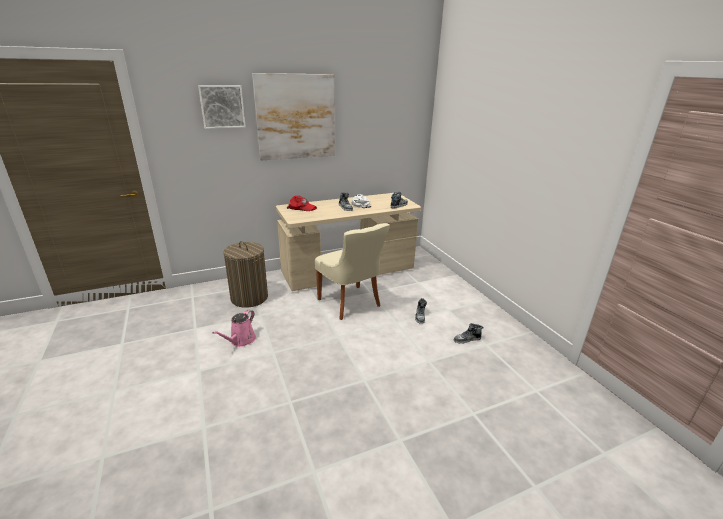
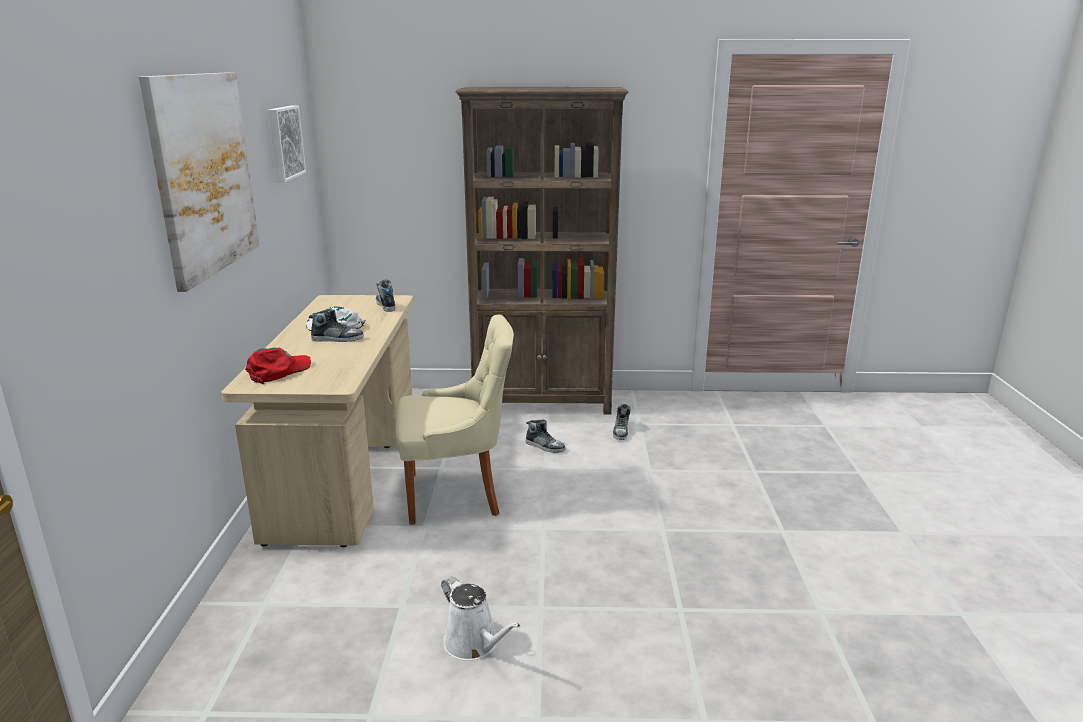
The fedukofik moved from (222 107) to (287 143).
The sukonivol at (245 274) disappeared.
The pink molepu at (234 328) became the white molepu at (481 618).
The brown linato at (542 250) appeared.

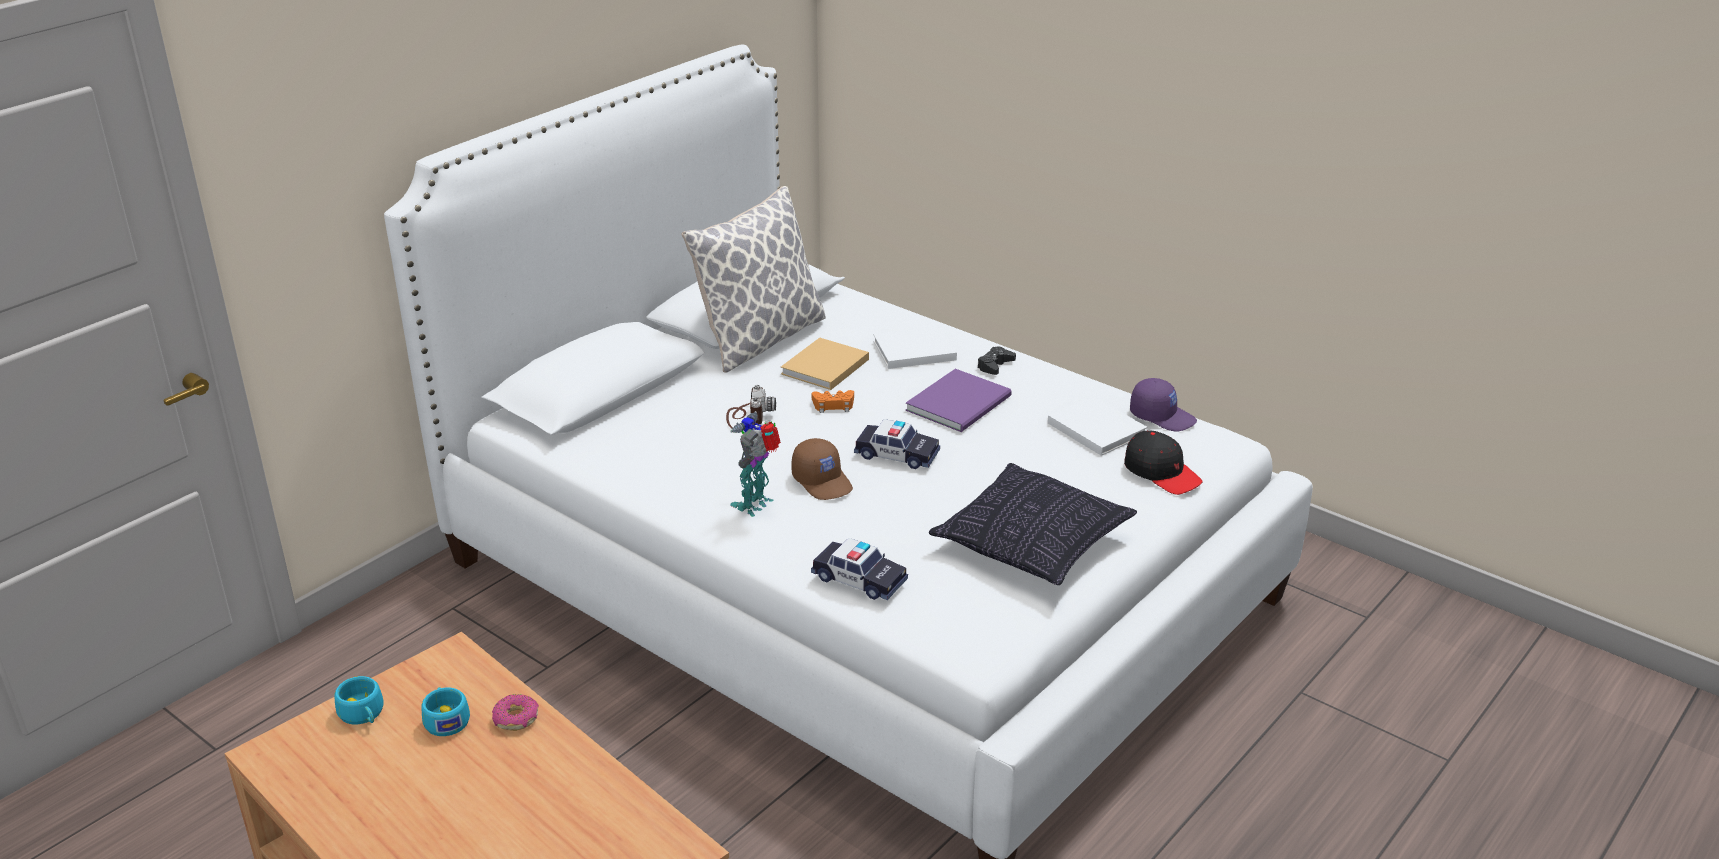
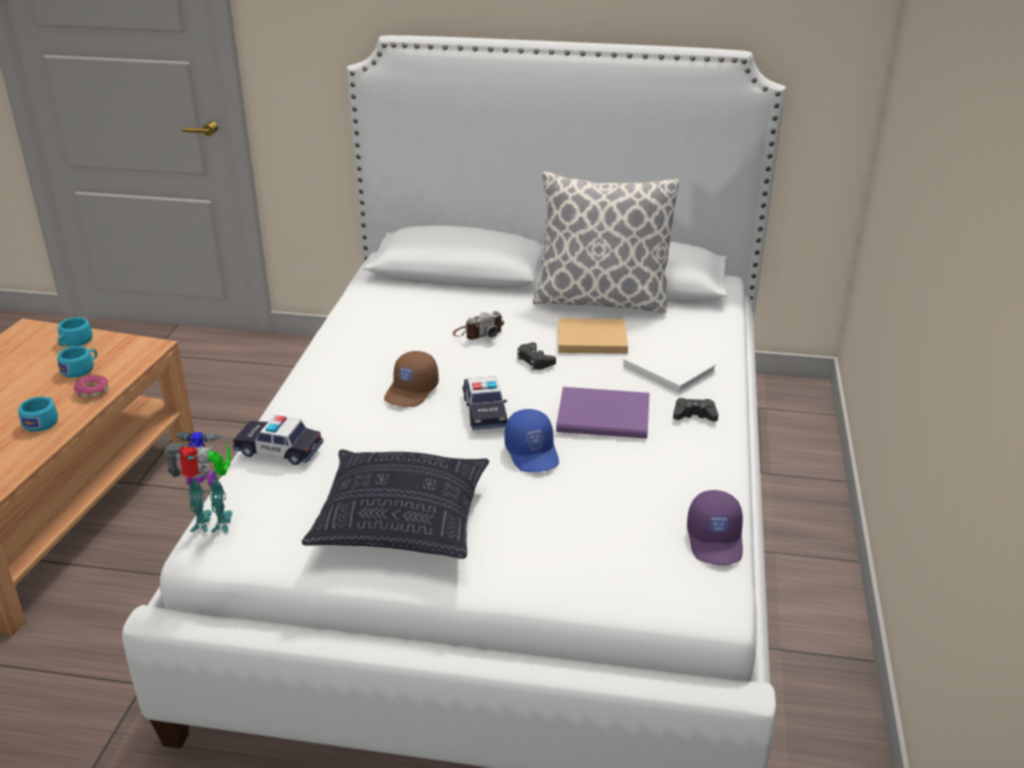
The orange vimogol at (833 401) became the black vimogol at (536 356).
The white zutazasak at (1097 426) disappeared.
The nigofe moved from (755 464) to (198 482).
The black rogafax at (1163 462) disappeared.
The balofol at (859 569) turned 105 degrees clockwise.
The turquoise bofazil at (38 414) appeared.
The blue rogafax at (531 440) appeared.

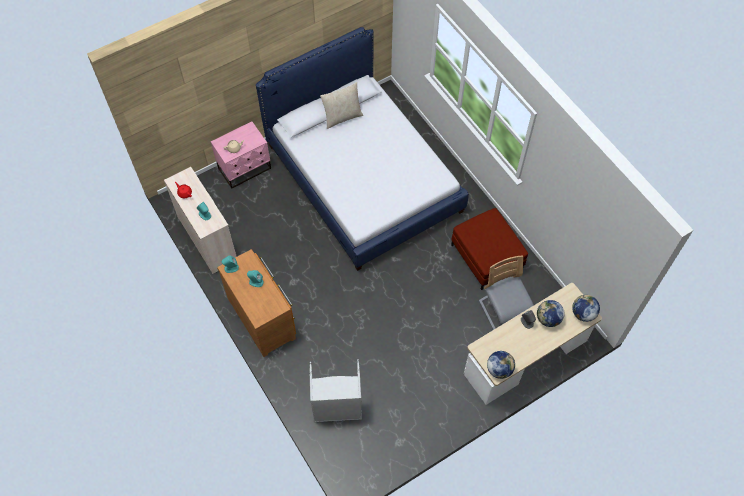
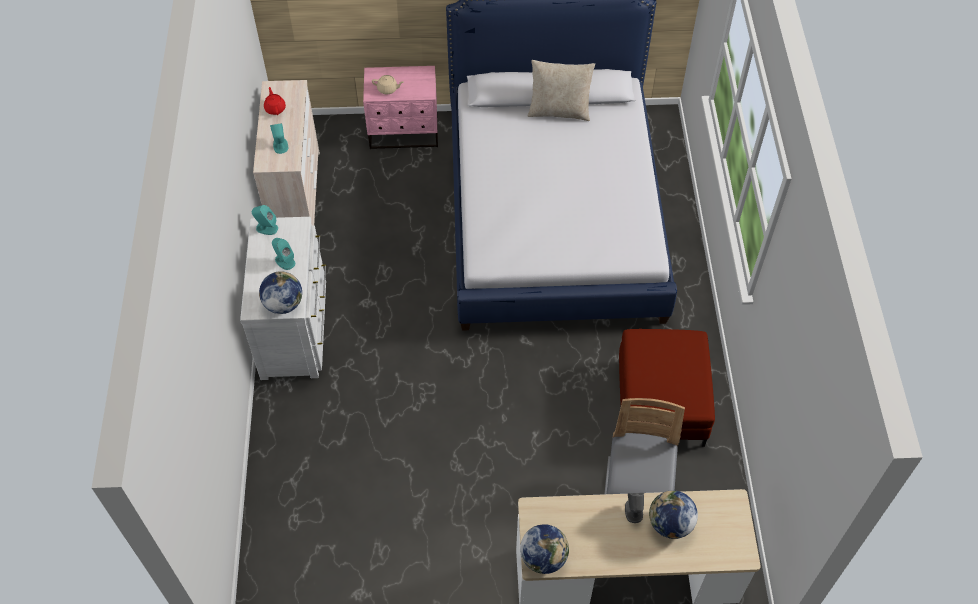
The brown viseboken at (256 303) became the white viseboken at (283 298).
The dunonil moved from (586 308) to (280 292).
The grey sukonivol at (336 390) disappeared.

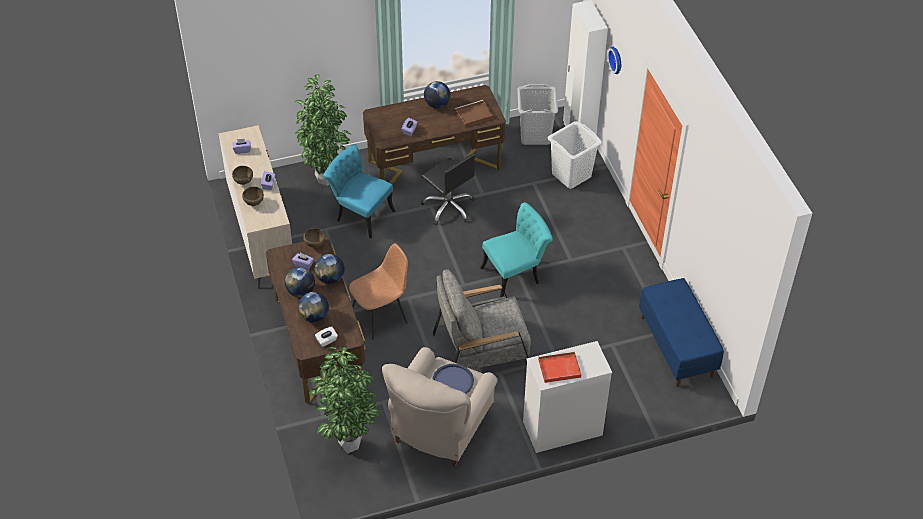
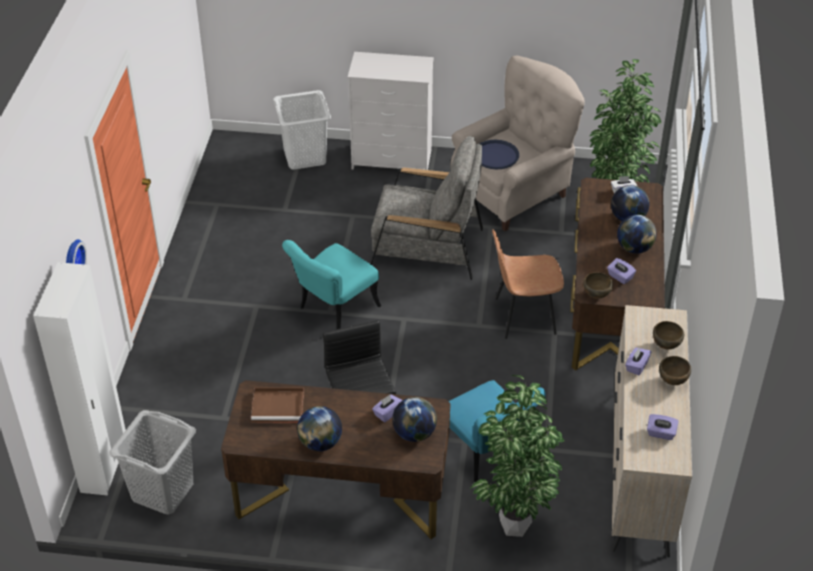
The white sukonivol moved from (575 155) to (302 130).
The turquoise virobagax at (516 250) turned 45 degrees counterclockwise.
The dunonil moved from (330 269) to (414 419).
The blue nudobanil at (681 332) disappeared.
The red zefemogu at (560 367) disappeared.

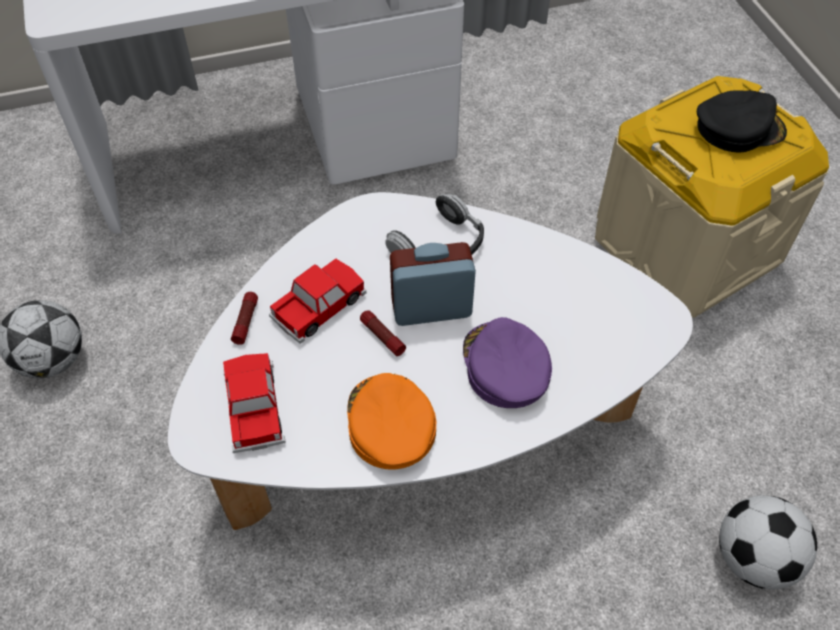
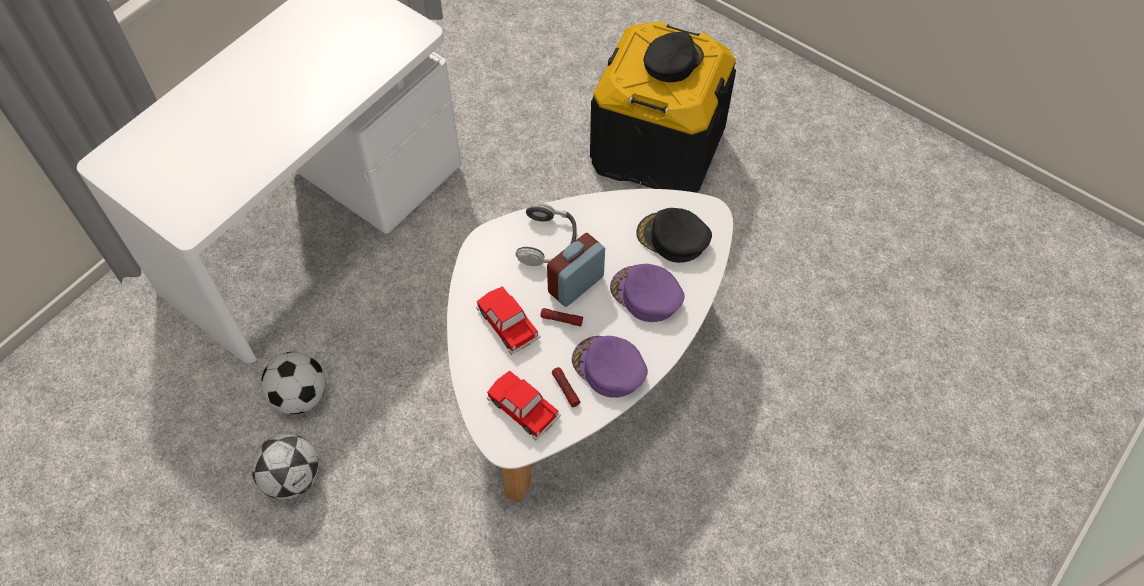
The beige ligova at (712 197) became the black ligova at (663 107).
The balofol at (317 301) turned 45 degrees counterclockwise.
The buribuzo moved from (244 318) to (566 387).
The orange rogafax at (391 421) became the purple rogafax at (610 367).
The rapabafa moved from (768 542) to (293 383).
The black rogafax at (674 235) appeared.

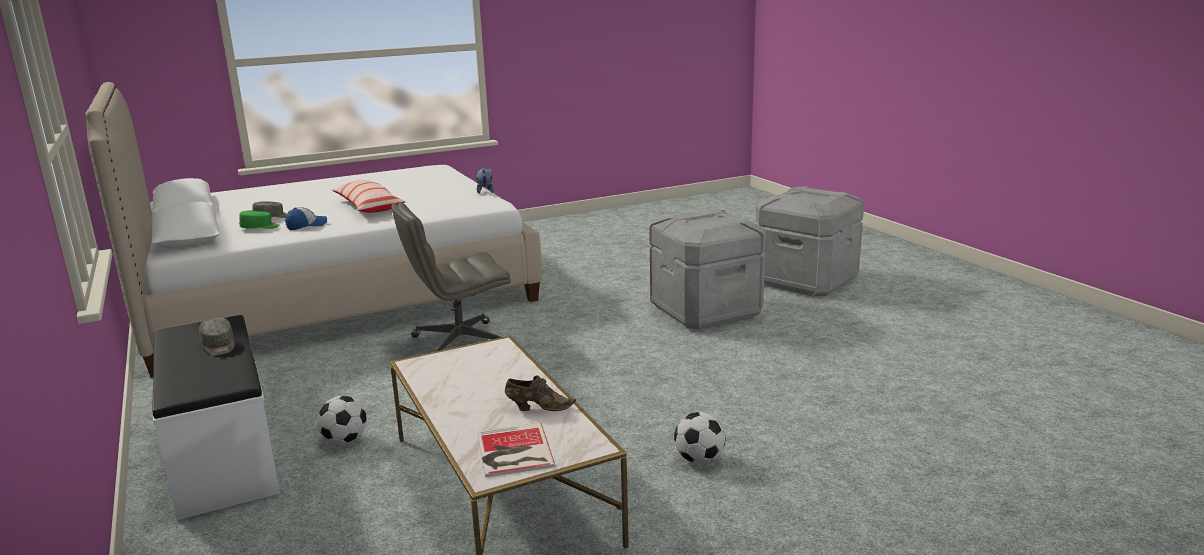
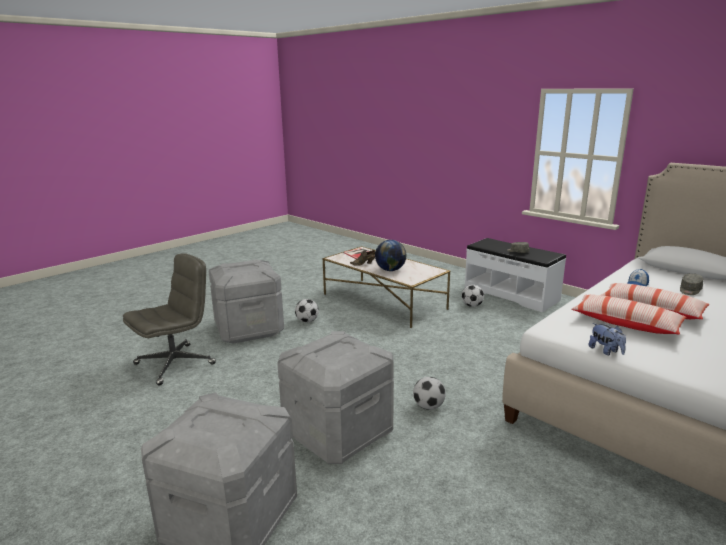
The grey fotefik moved from (451 277) to (169 319).
The green rogafax at (259 219) disappeared.
The dunonil at (391 255) appeared.
The grey ligova at (246 301) appeared.
The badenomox at (629 314) appeared.
The rapabafa at (429 393) appeared.

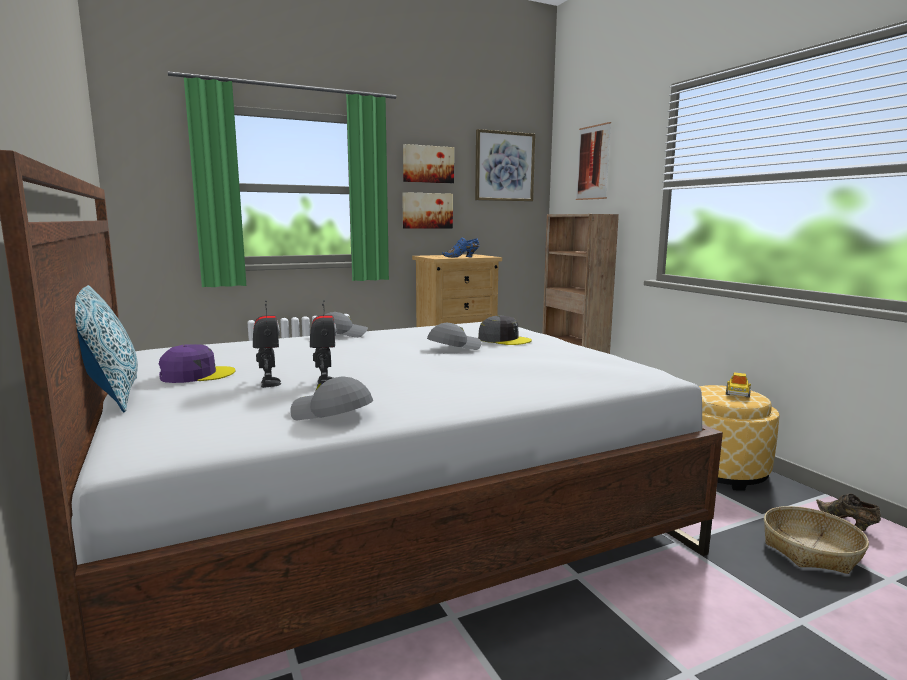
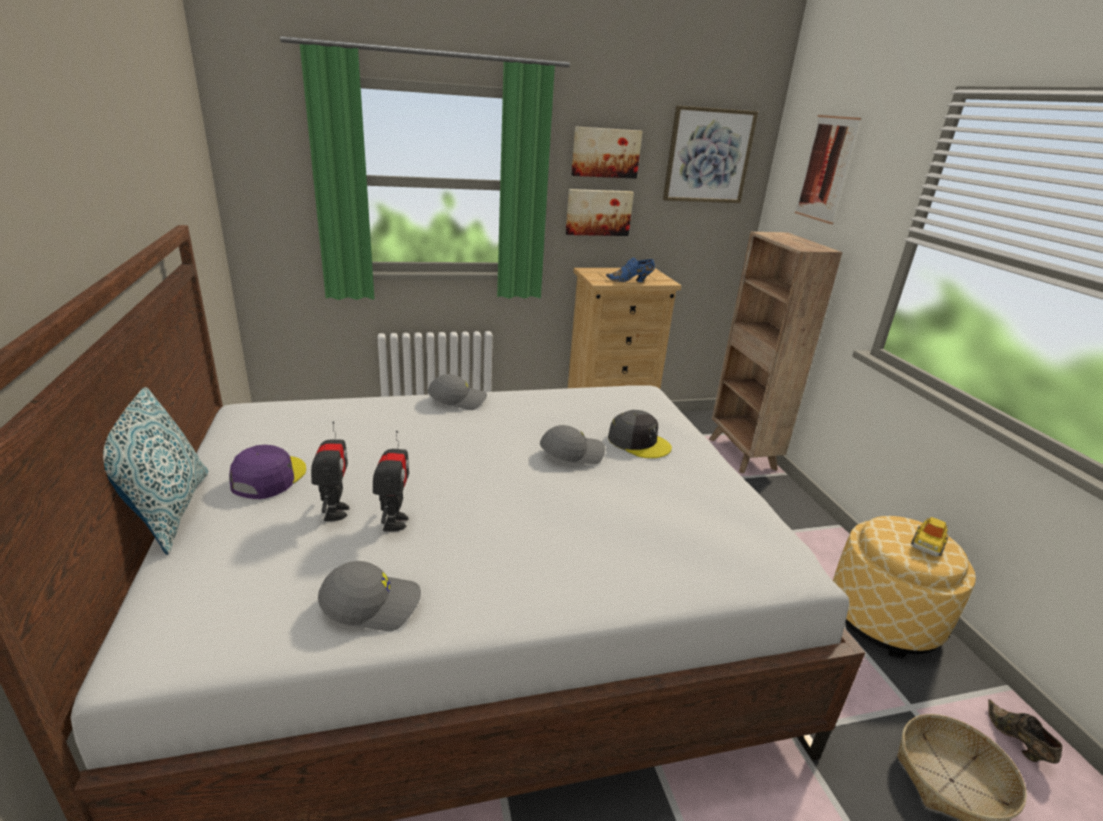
The purple rogafax at (197 363) turned 60 degrees counterclockwise.
The grey rogafax at (331 398) turned 135 degrees clockwise.

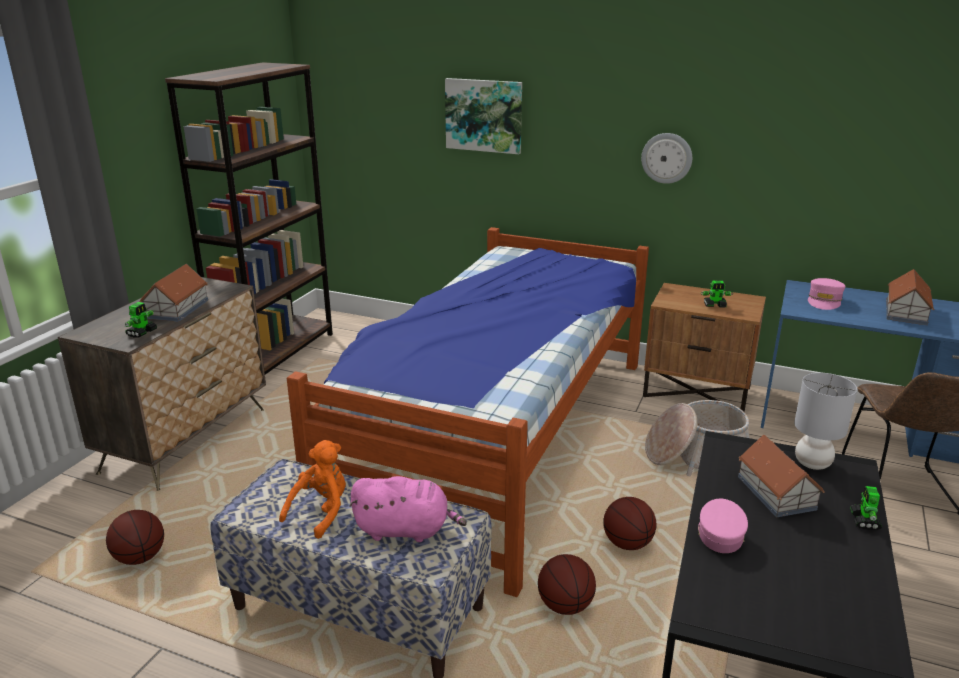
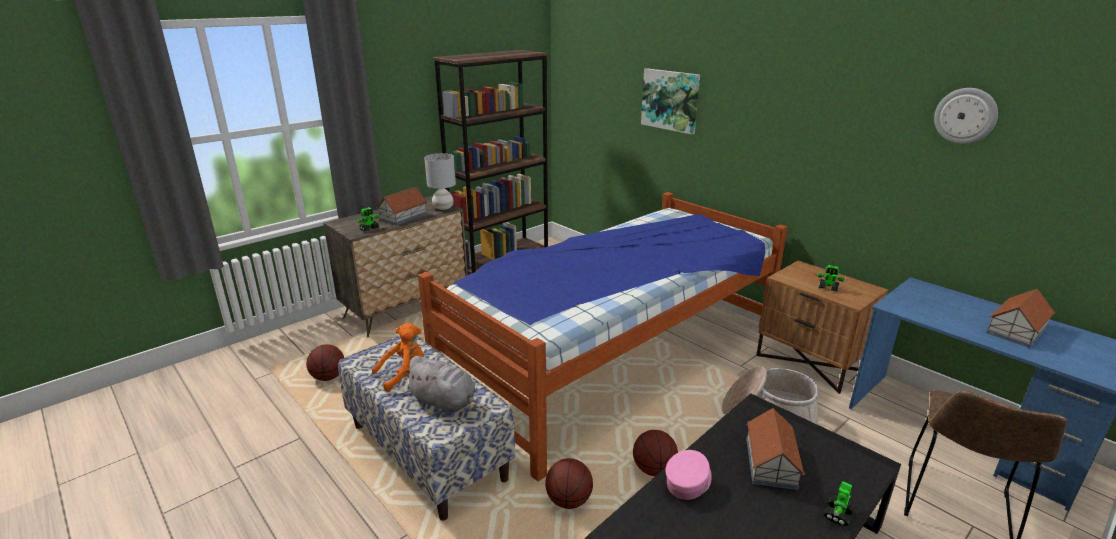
The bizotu moved from (666 158) to (966 116).
The pink rogafax at (826 294) disappeared.
The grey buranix moved from (825 421) to (440 181).
The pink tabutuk at (408 509) became the grey tabutuk at (440 385).

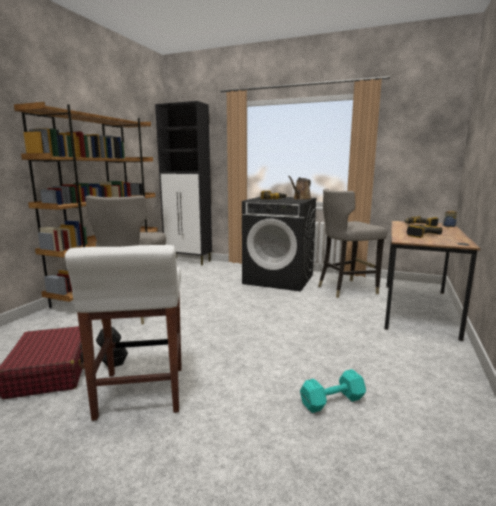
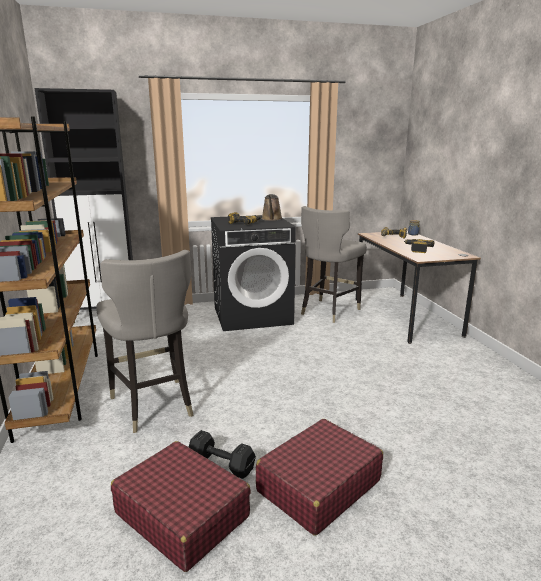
The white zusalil at (123 333) was replaced by the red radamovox at (319 477).
The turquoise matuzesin at (333 391) disappeared.

